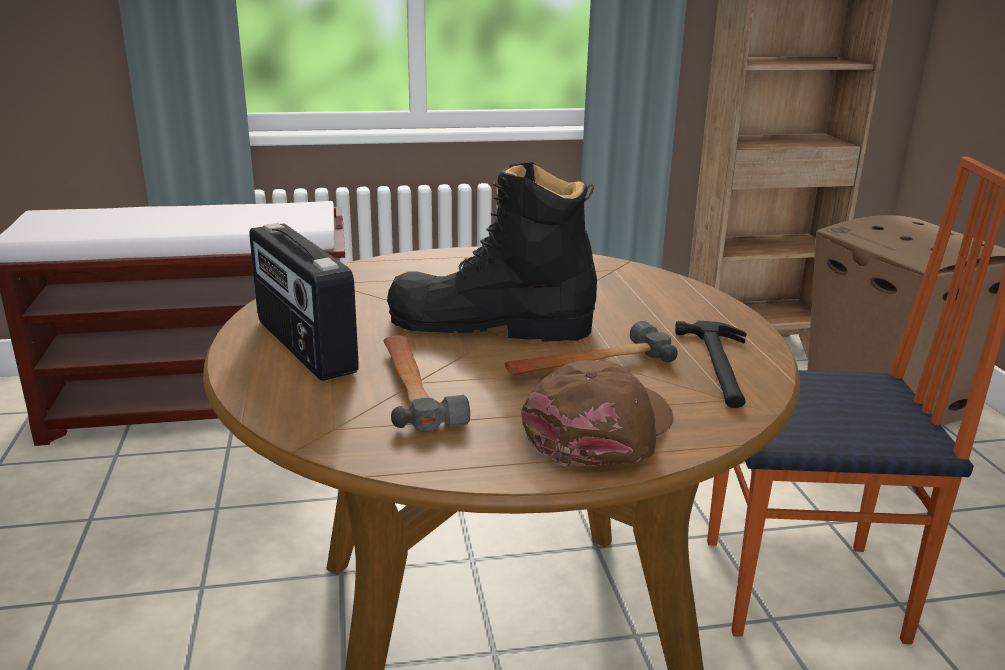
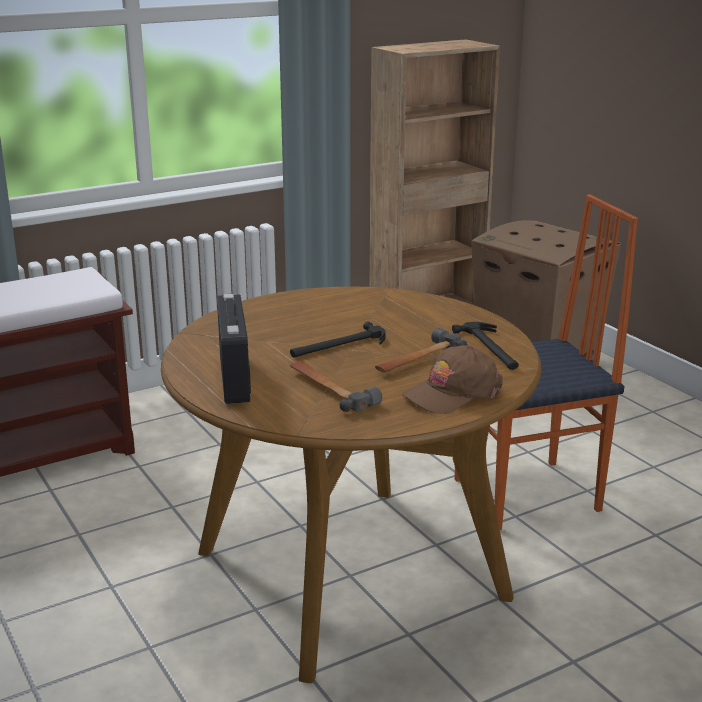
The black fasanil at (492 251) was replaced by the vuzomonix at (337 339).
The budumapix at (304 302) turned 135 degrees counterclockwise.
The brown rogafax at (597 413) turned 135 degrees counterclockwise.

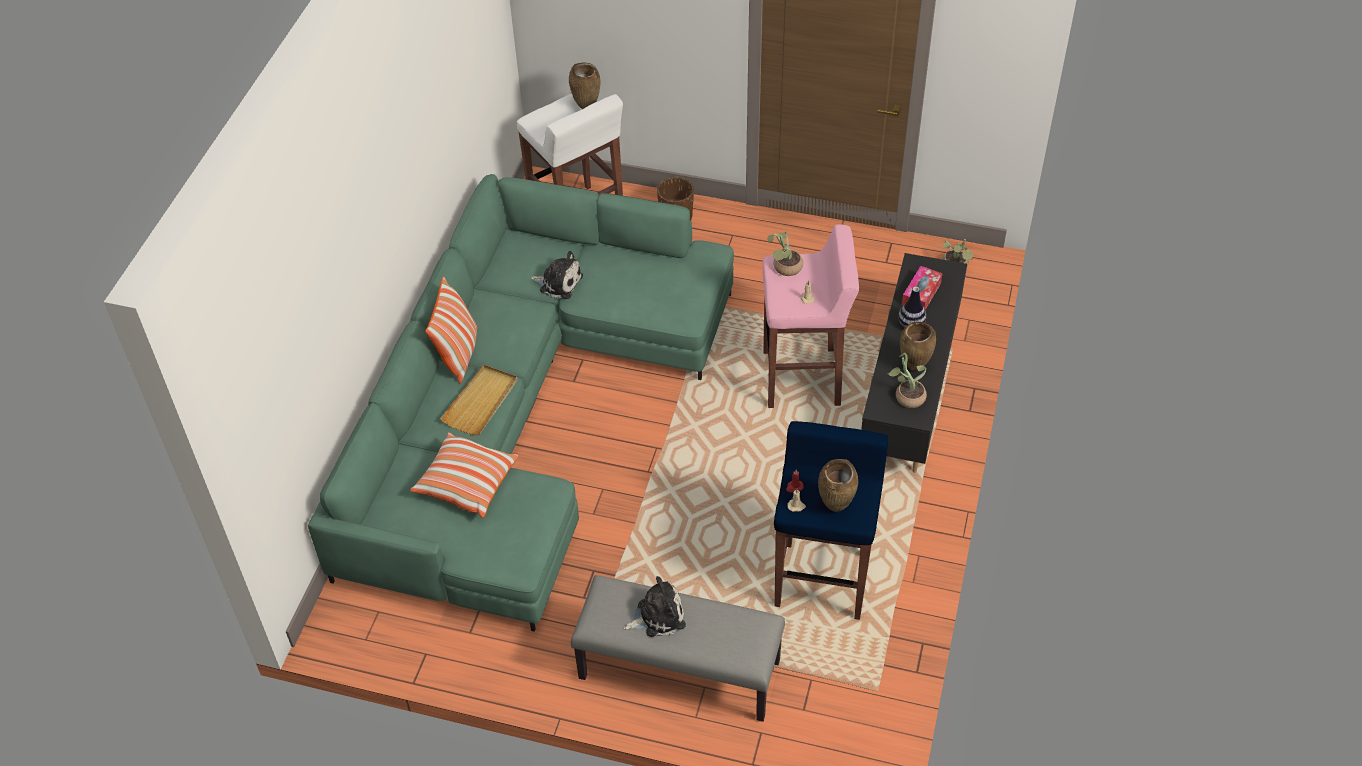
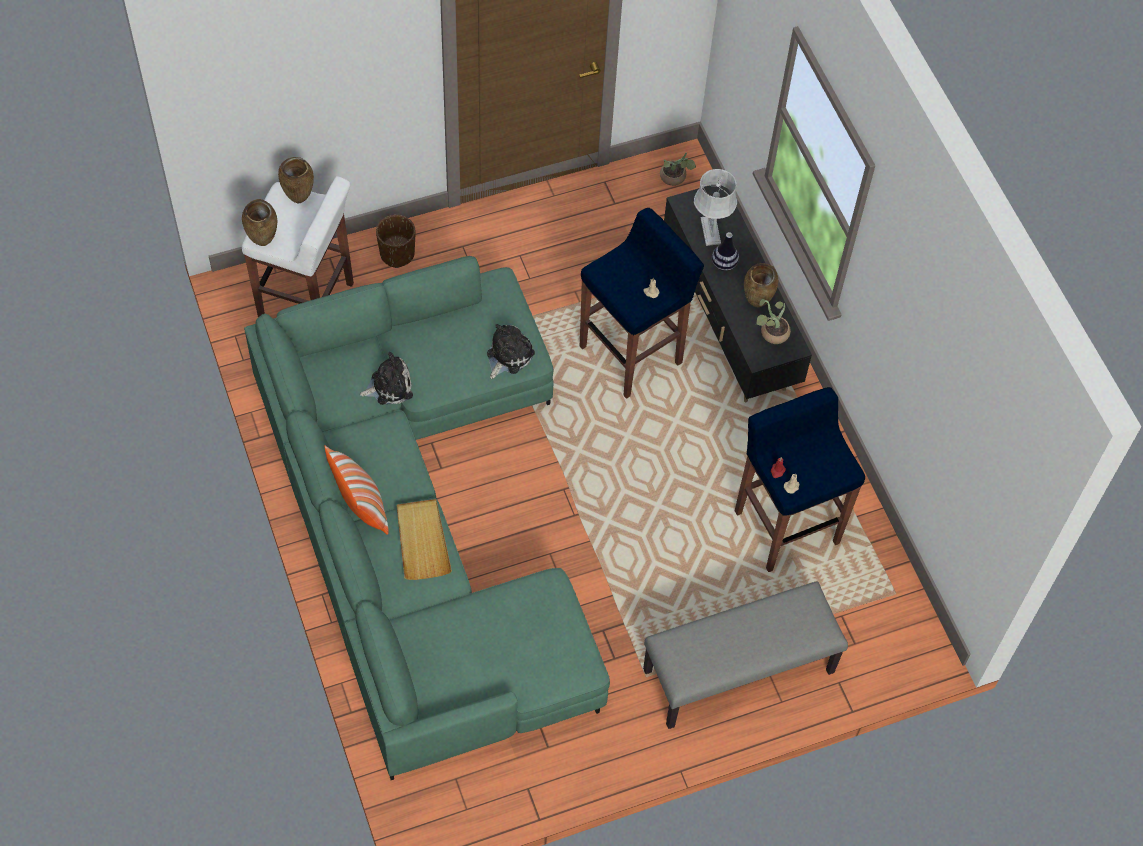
The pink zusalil at (811 316) became the blue zusalil at (642 303).
The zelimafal at (785 253) disappeared.
The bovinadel at (922 288) was replaced by the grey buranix at (715 207).
The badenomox at (464 475) disappeared.
The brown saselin moved from (838 485) to (259 222).
The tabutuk moved from (655 606) to (511 351).

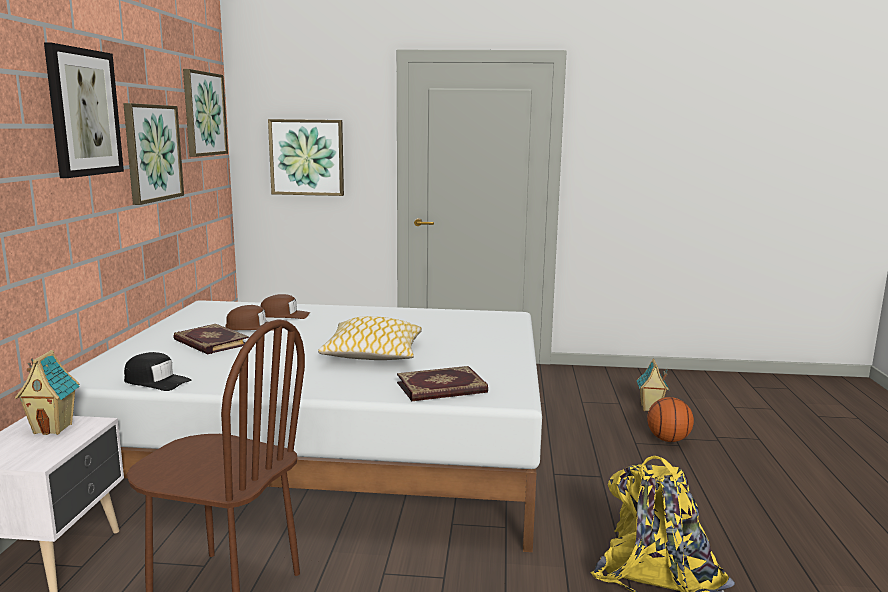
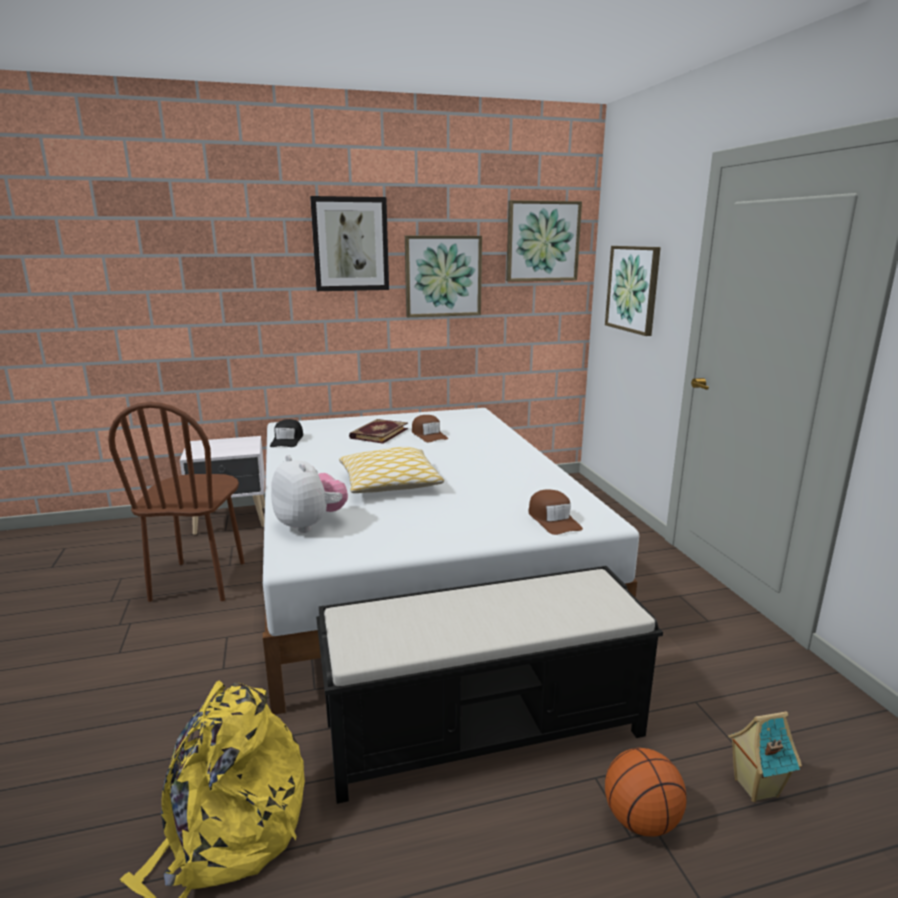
The brown rogafax moved from (285 306) to (555 512).
The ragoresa at (47 392) disappeared.
The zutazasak at (442 383) was replaced by the tabutuk at (309 494).
The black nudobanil at (489 685) appeared.

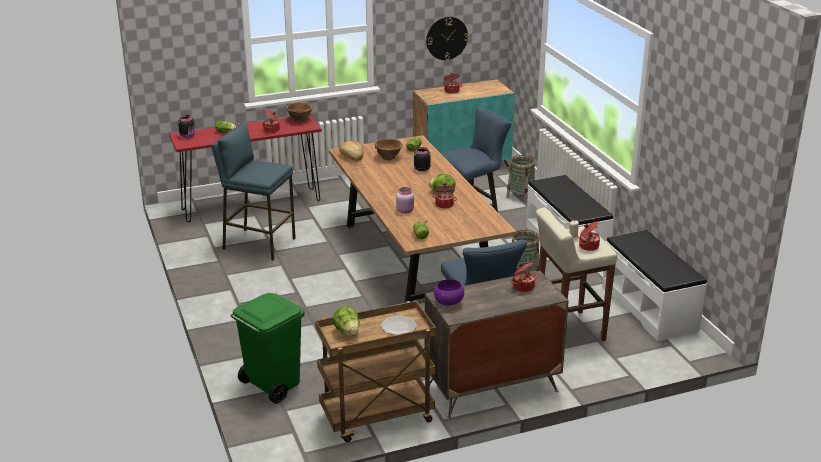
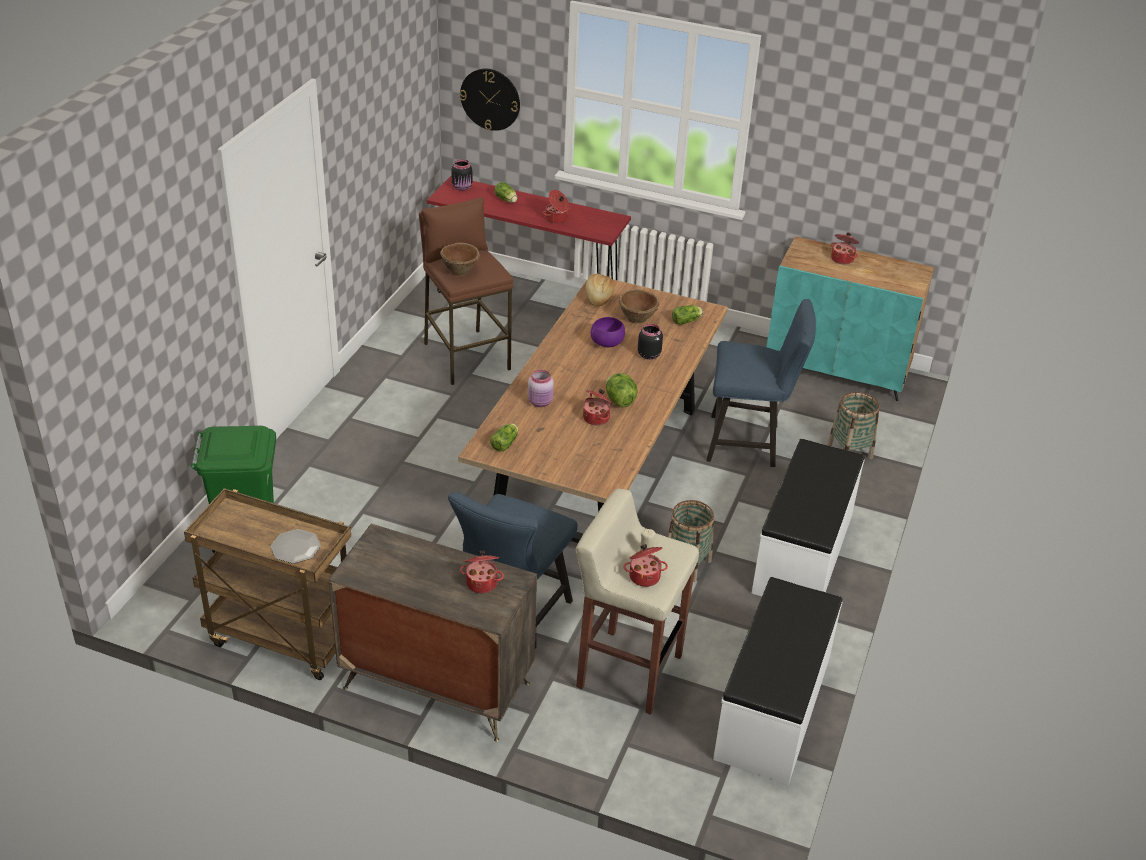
The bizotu moved from (447 38) to (490 99).
The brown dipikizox moved from (299 112) to (460 259).
The blue zusalil at (253 191) became the brown zusalil at (466 291).
The purple dipikizox moved from (449 292) to (607 332).
The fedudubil at (346 321) disappeared.

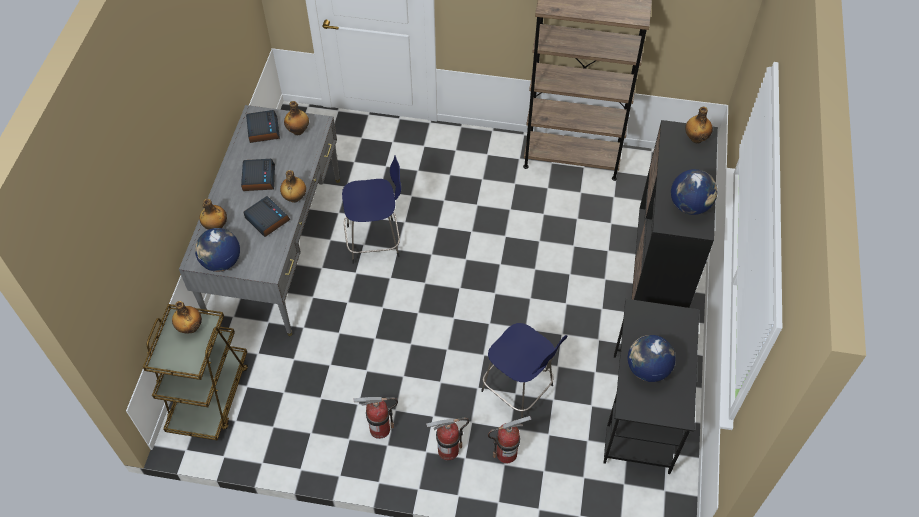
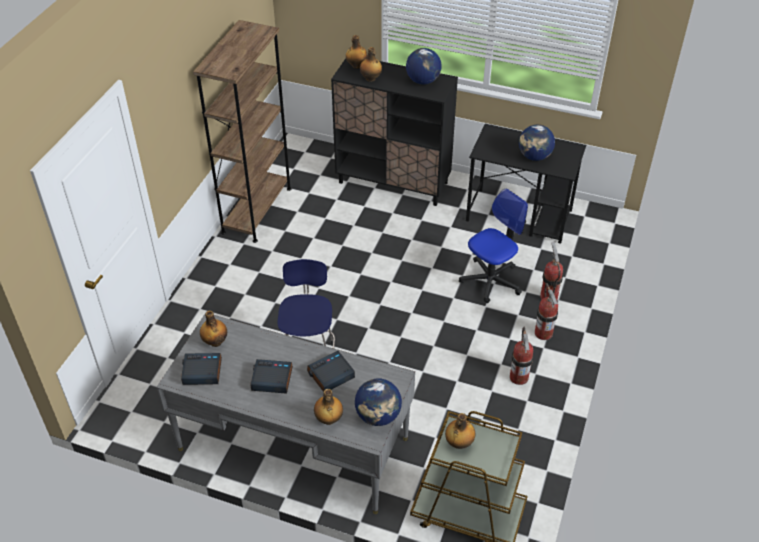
The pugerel moved from (293 186) to (371 64).
The blue zusalil at (524 370) was replaced by the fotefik at (493 246).

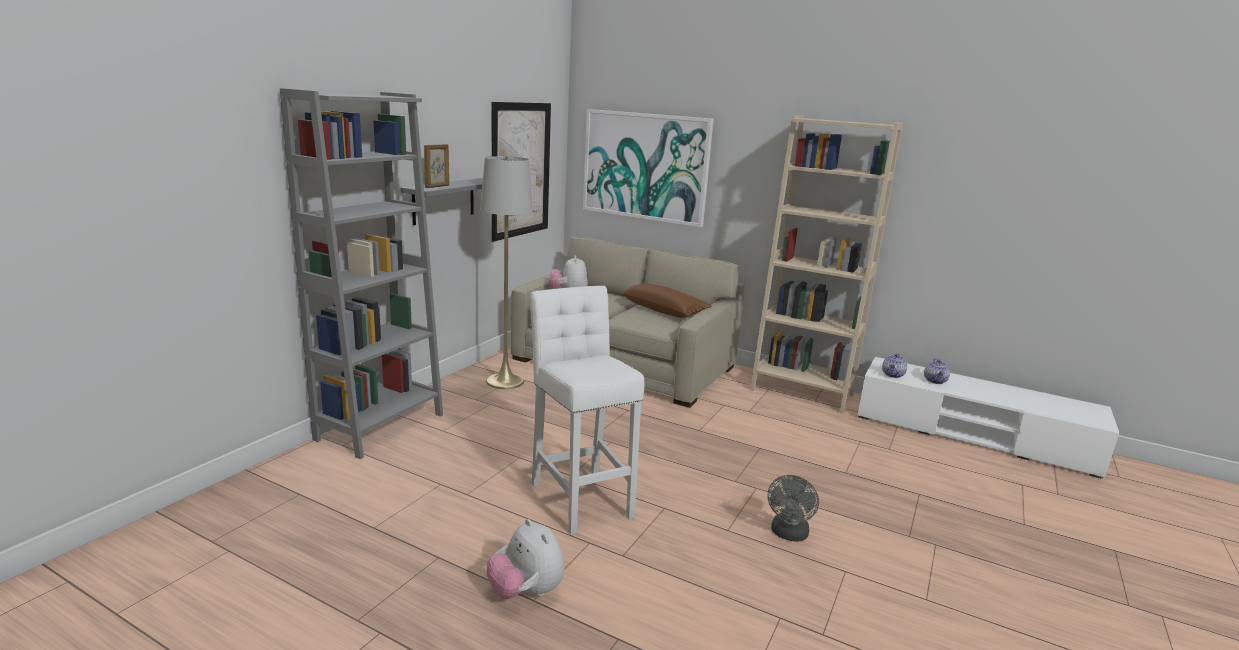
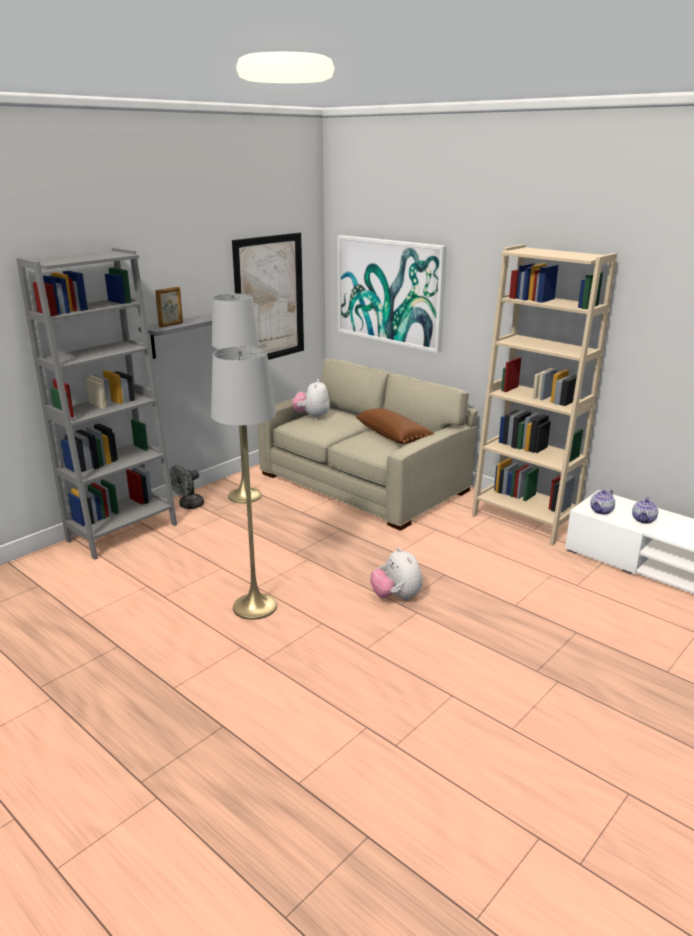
The white zusalil at (587 410) was replaced by the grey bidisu at (244 483).
The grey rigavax moved from (793 508) to (186 487).
The tabutuk moved from (525 559) to (396 574).

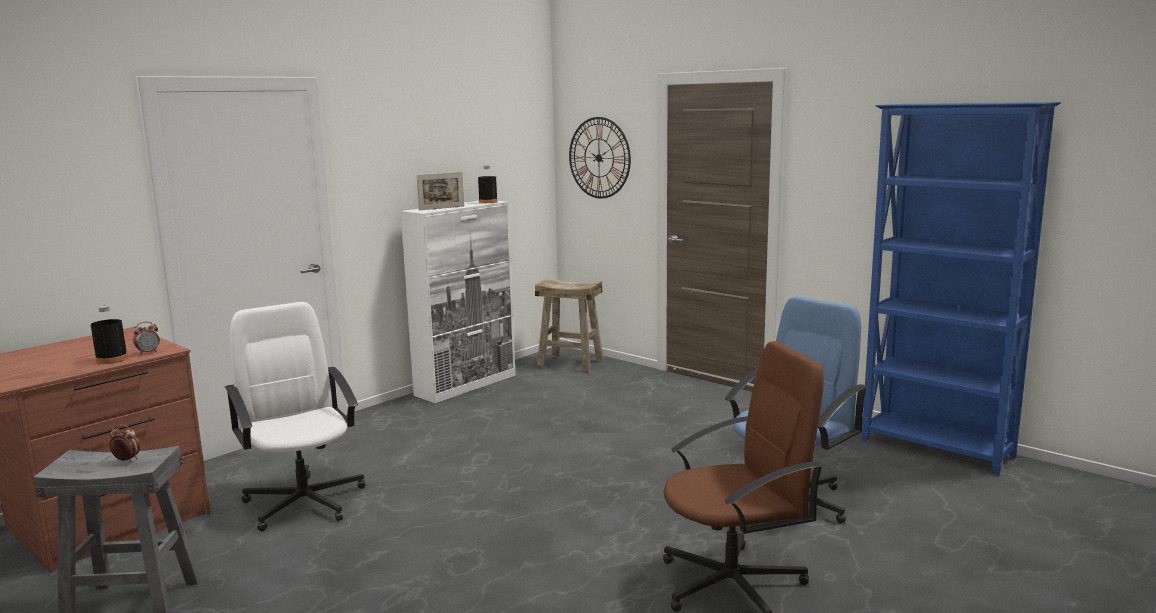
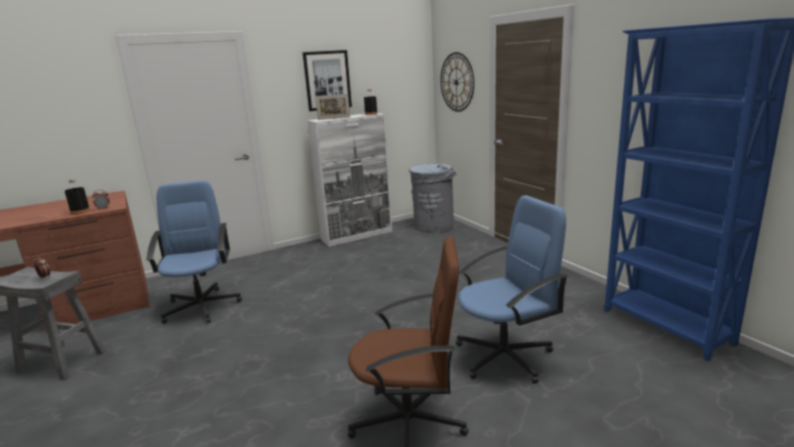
The beige zusalil at (569 326) was replaced by the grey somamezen at (433 198).
The white fotefik at (295 416) became the blue fotefik at (194 252).
The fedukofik at (327 80) appeared.

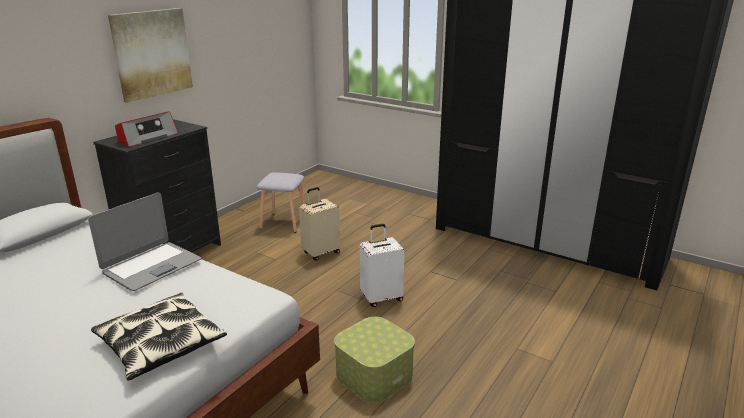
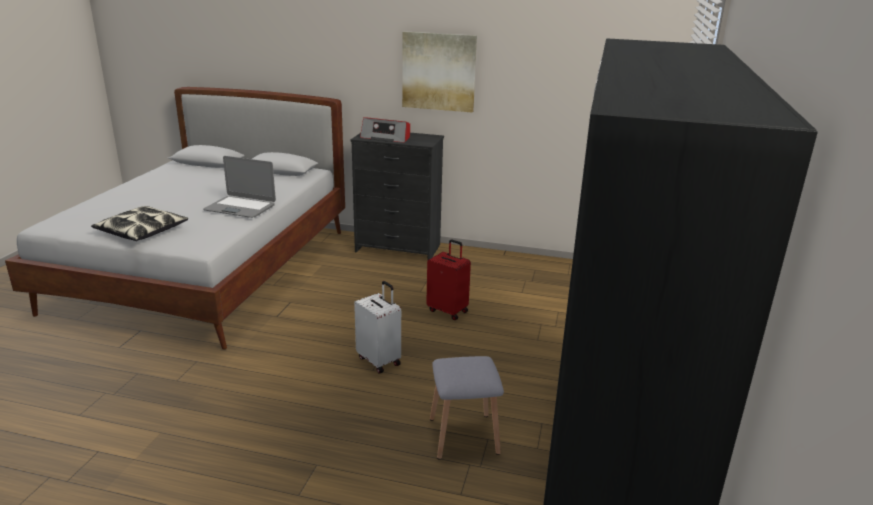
The grey zusalil moved from (281 202) to (467 408).
The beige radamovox at (319 223) became the red radamovox at (448 279).
The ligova at (374 360) disappeared.

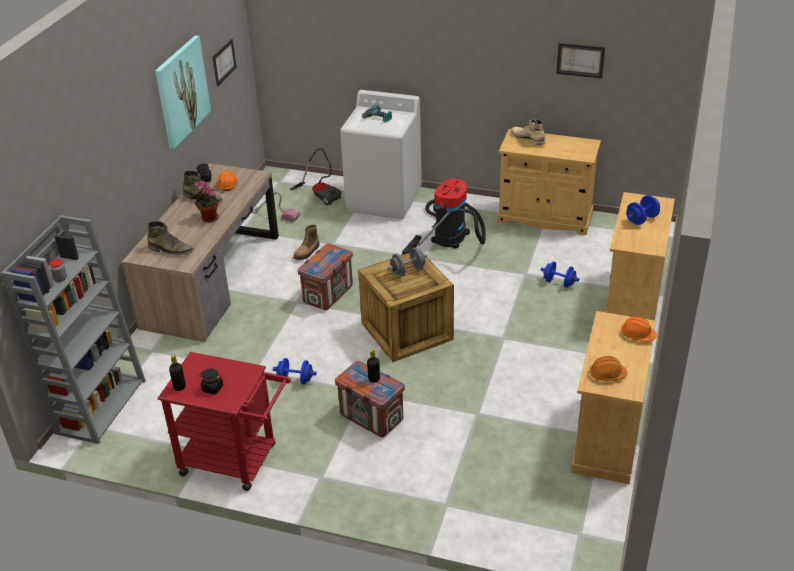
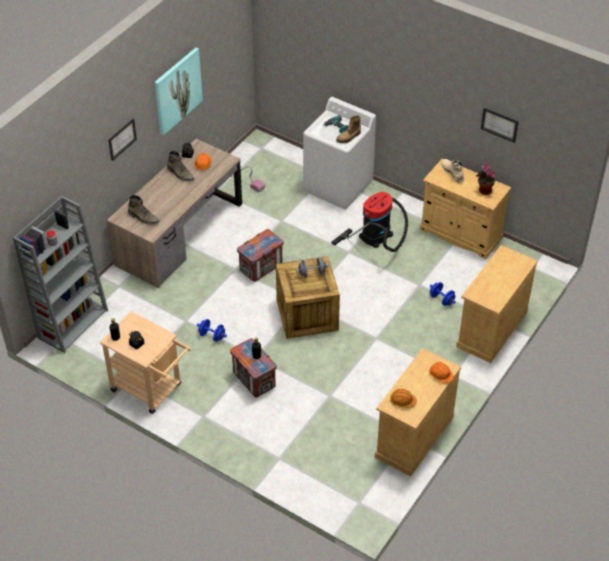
The fedukofik moved from (225 62) to (122 139).
The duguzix at (316 176) disappeared.
The zelimafal moved from (205 201) to (485 179).
The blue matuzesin at (643 210) disappeared.
The fasanil moved from (306 242) to (348 129).
The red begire at (224 421) became the beige begire at (145 362).

